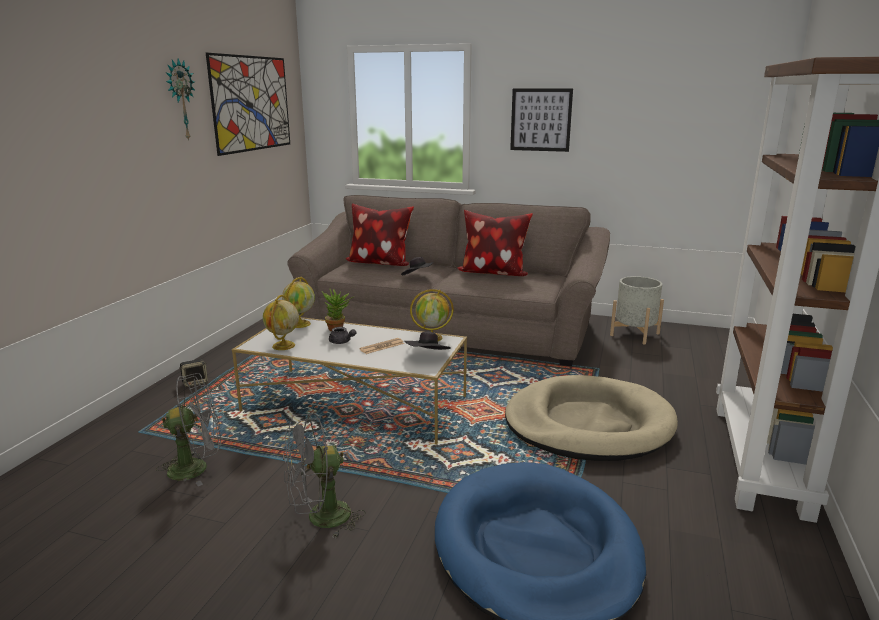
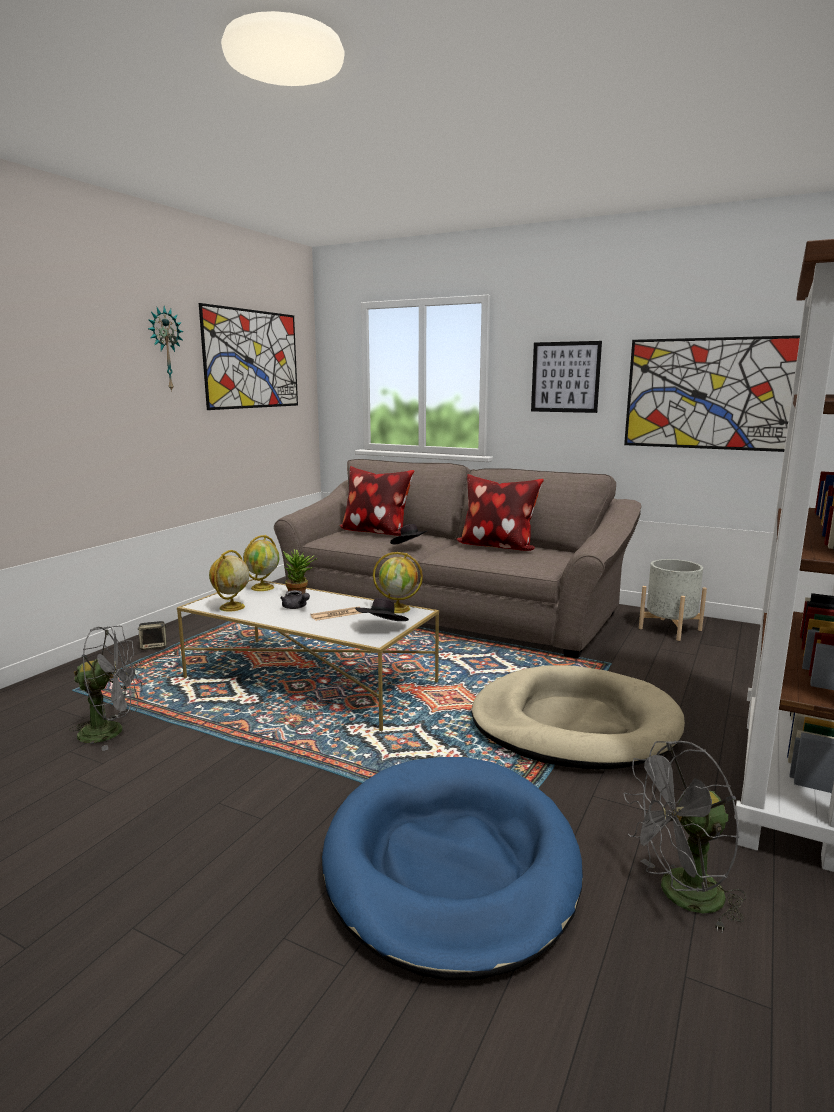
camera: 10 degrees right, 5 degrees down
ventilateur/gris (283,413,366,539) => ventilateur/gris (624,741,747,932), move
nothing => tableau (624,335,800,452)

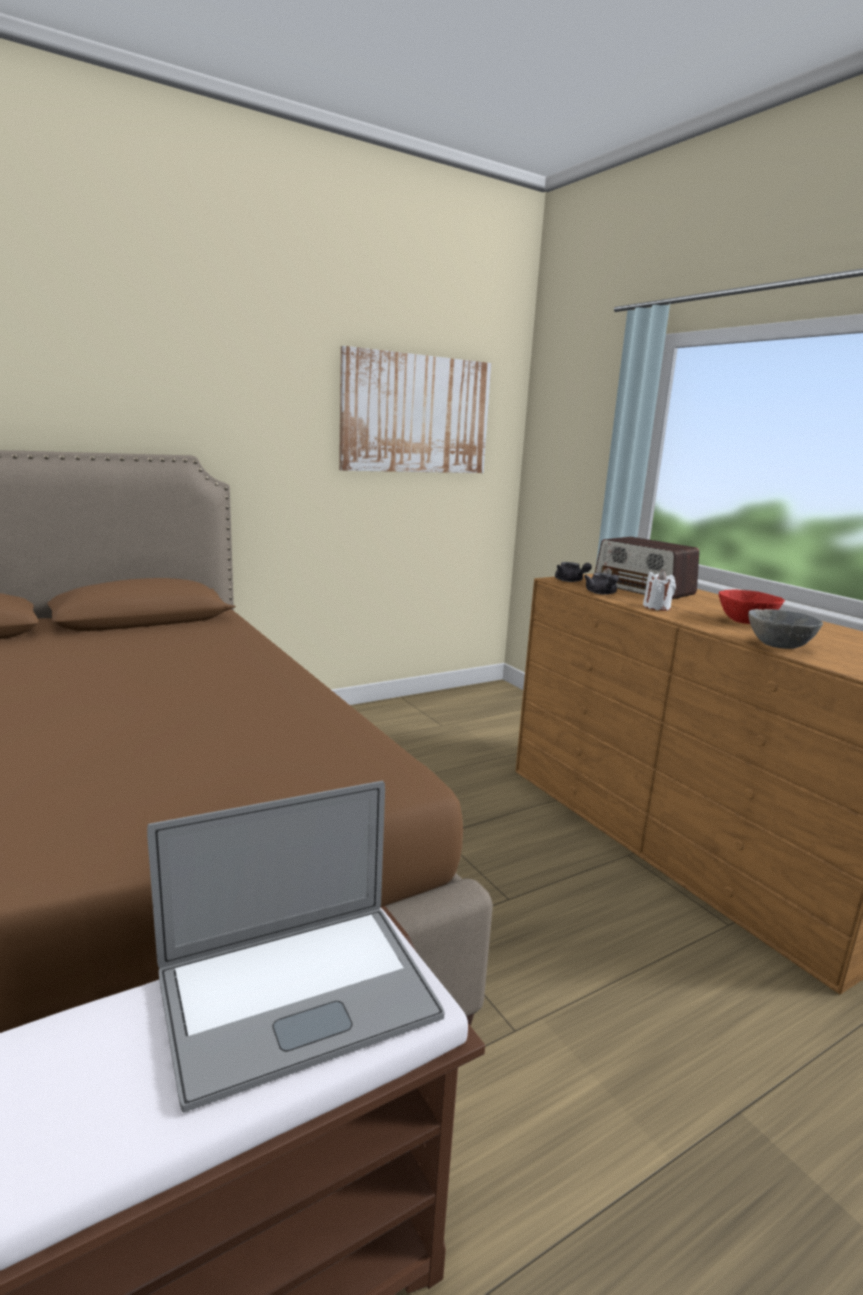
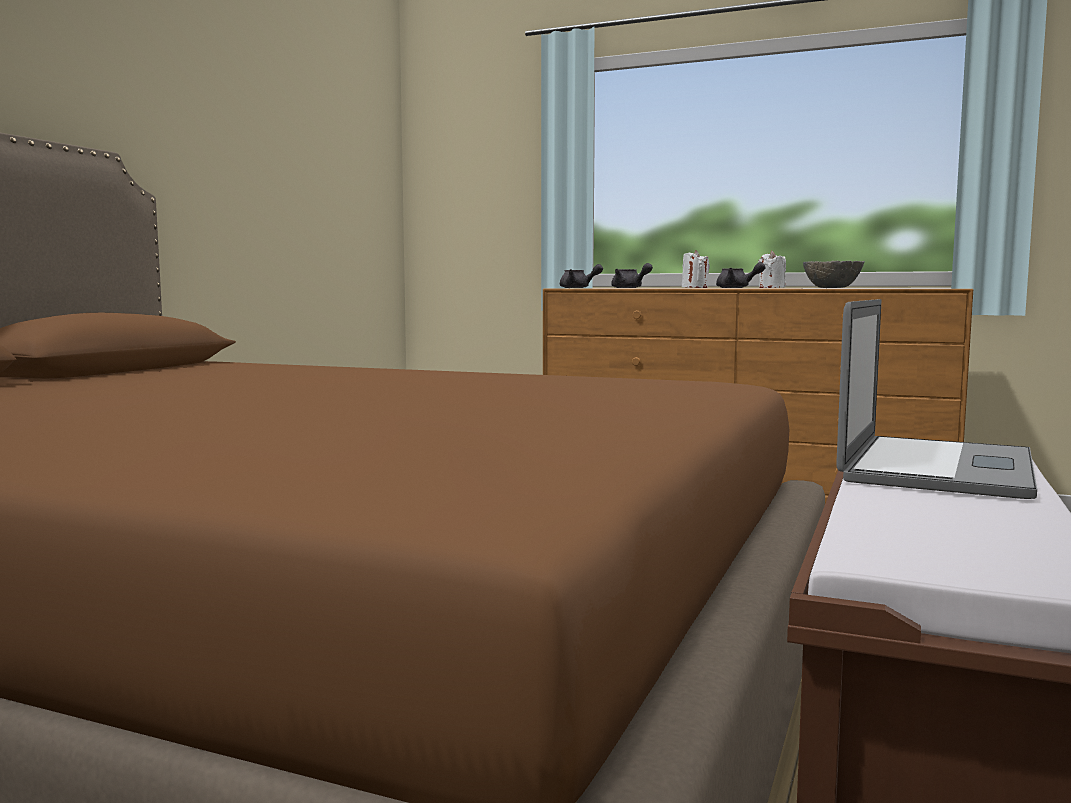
camera: 35 degrees left, 10 degrees down
tableau (339,346,491,473) => nothing
radio (595,537,699,599) => nothing
bol/rouge (719,590,784,624) => bougie/blanc (758,251,786,288)
nothing => théière/gris (716,262,765,288)

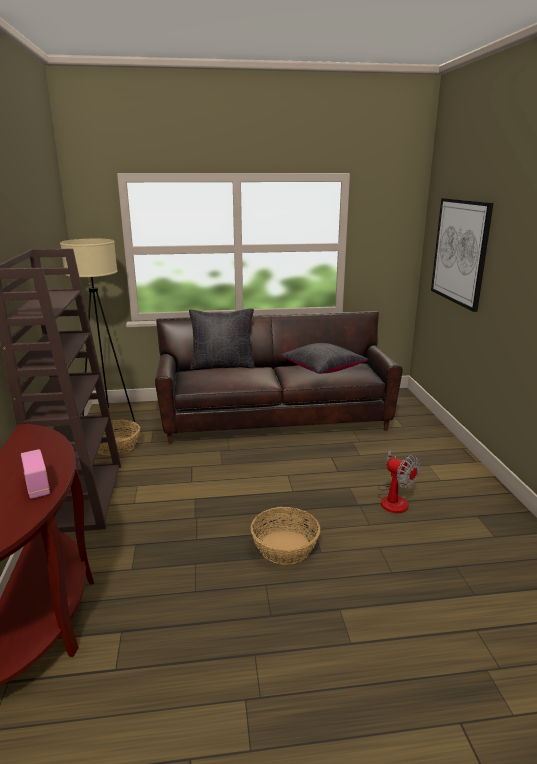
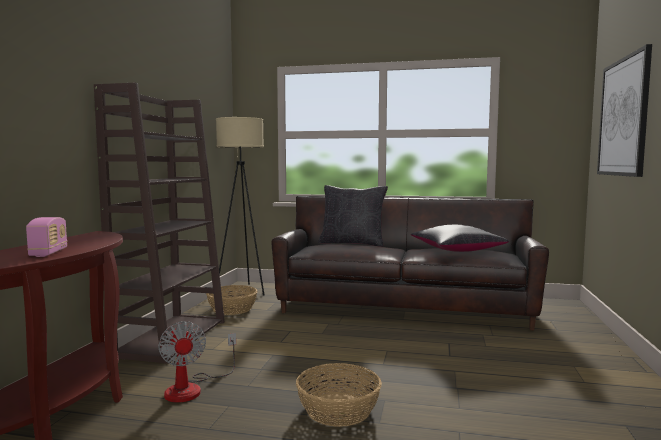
camera: 20 degrees right, 15 degrees down
ventilateur (377,450,420,513) => ventilateur (158,321,236,403), move

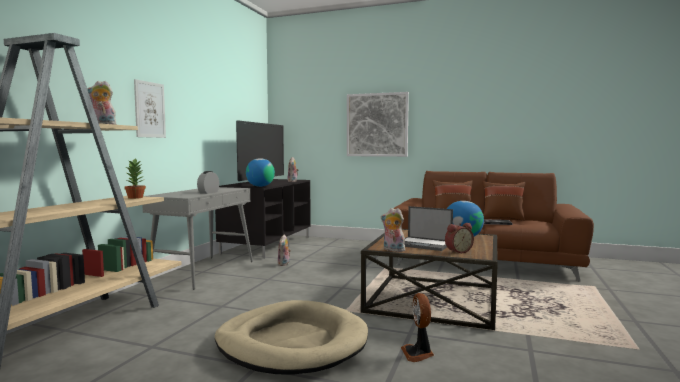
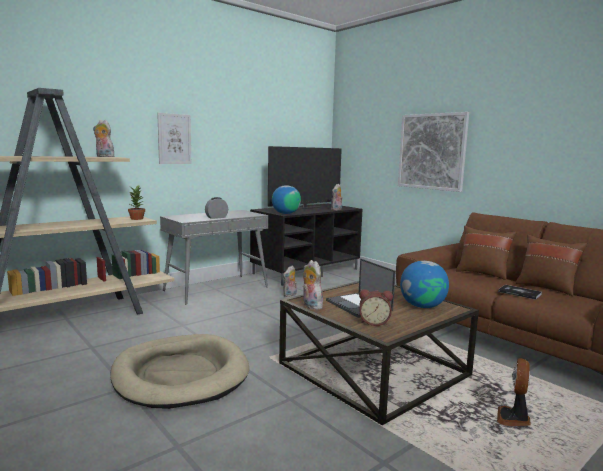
camera: 30 degrees right, 5 degrees up
ventilateur (401,293,434,362) => ventilateur (497,358,531,426), move

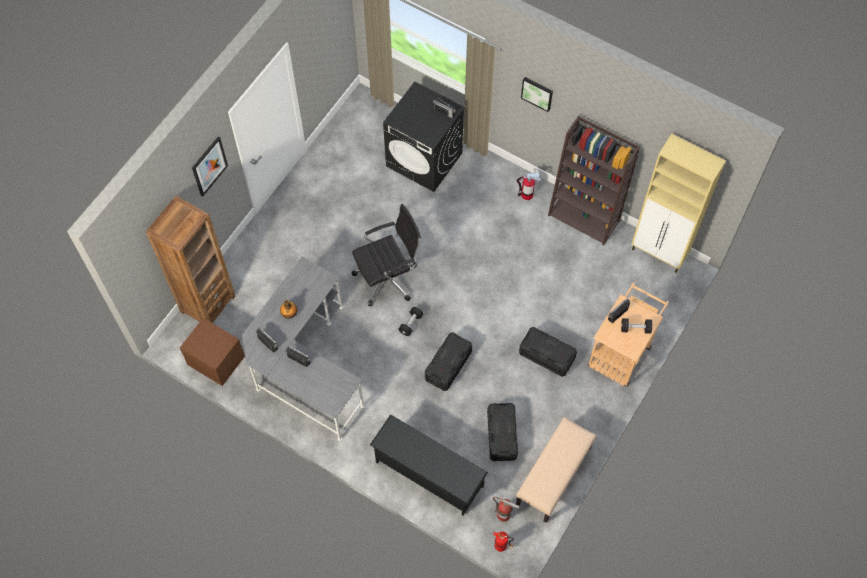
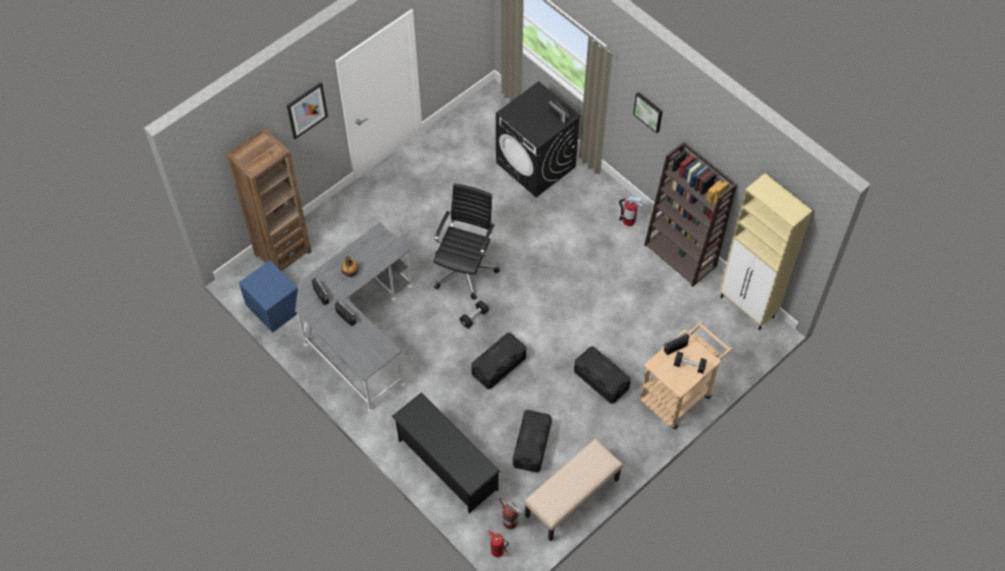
camera: 15 degrees right, 5 degrees down
table de chevet/marron (180,318,245,386) => table de chevet/bleu (239,260,298,333)
chaise de bureau/noir (352,204,421,306) => chaise de bureau/noir (433,184,500,300), 60 degrees counterclockwise

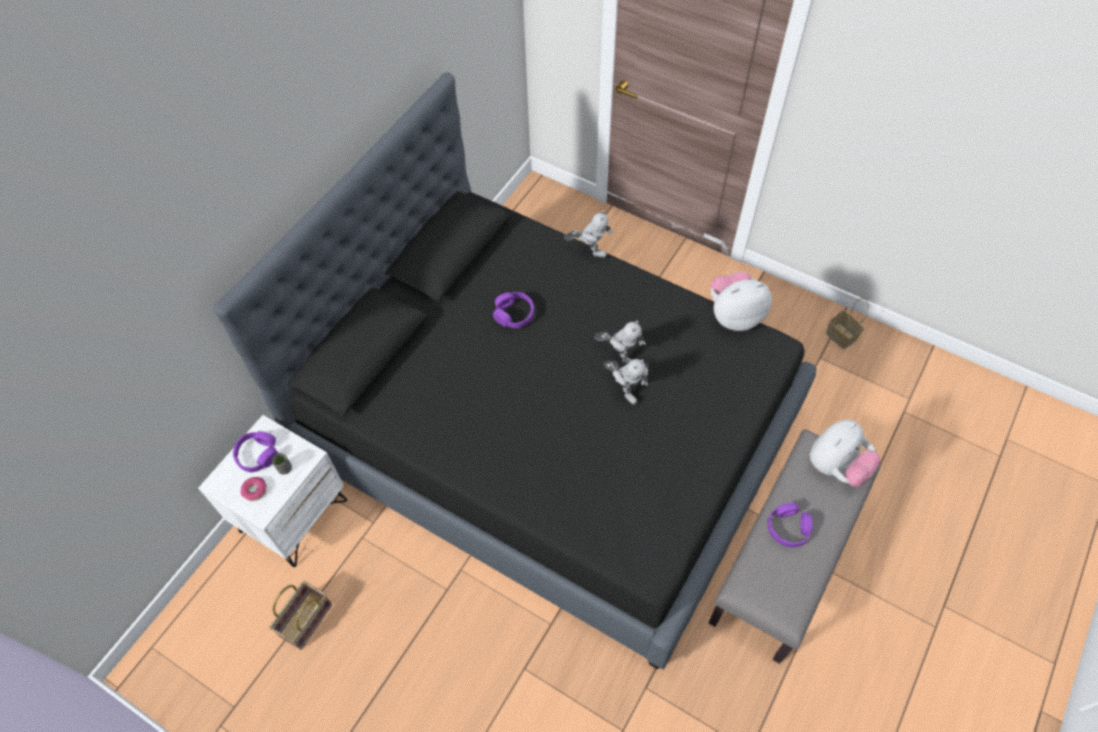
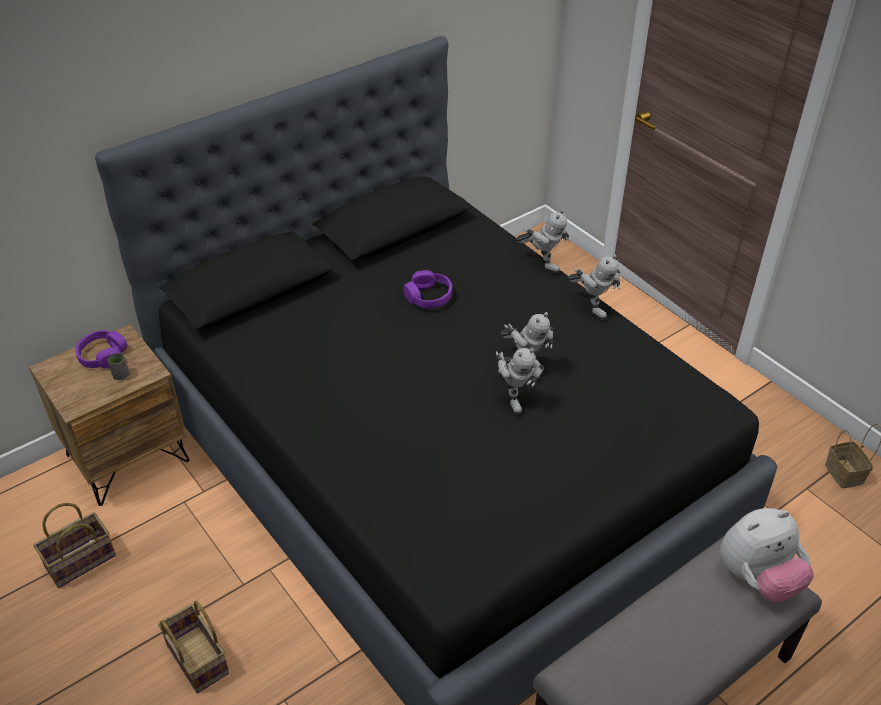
camera: 20 degrees right, 15 degrees down
table de chevet/blanc (198,415,347,567) => table de chevet/marron (29,324,190,506)
beignet (241,477,267,501) => nothing
peluche (711,271,772,331) => nothing
casque audio/violet (767,502,813,547) => nothing
nothing => panier (158,601,229,693)
nothing => robot jouet (568,254,620,320)

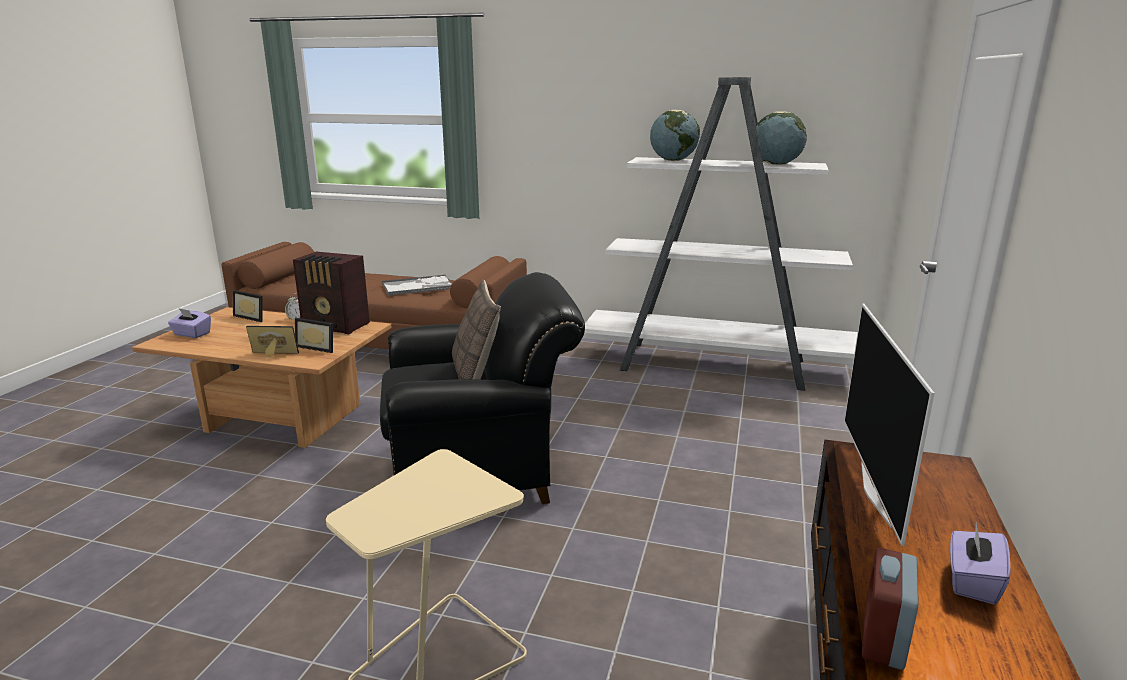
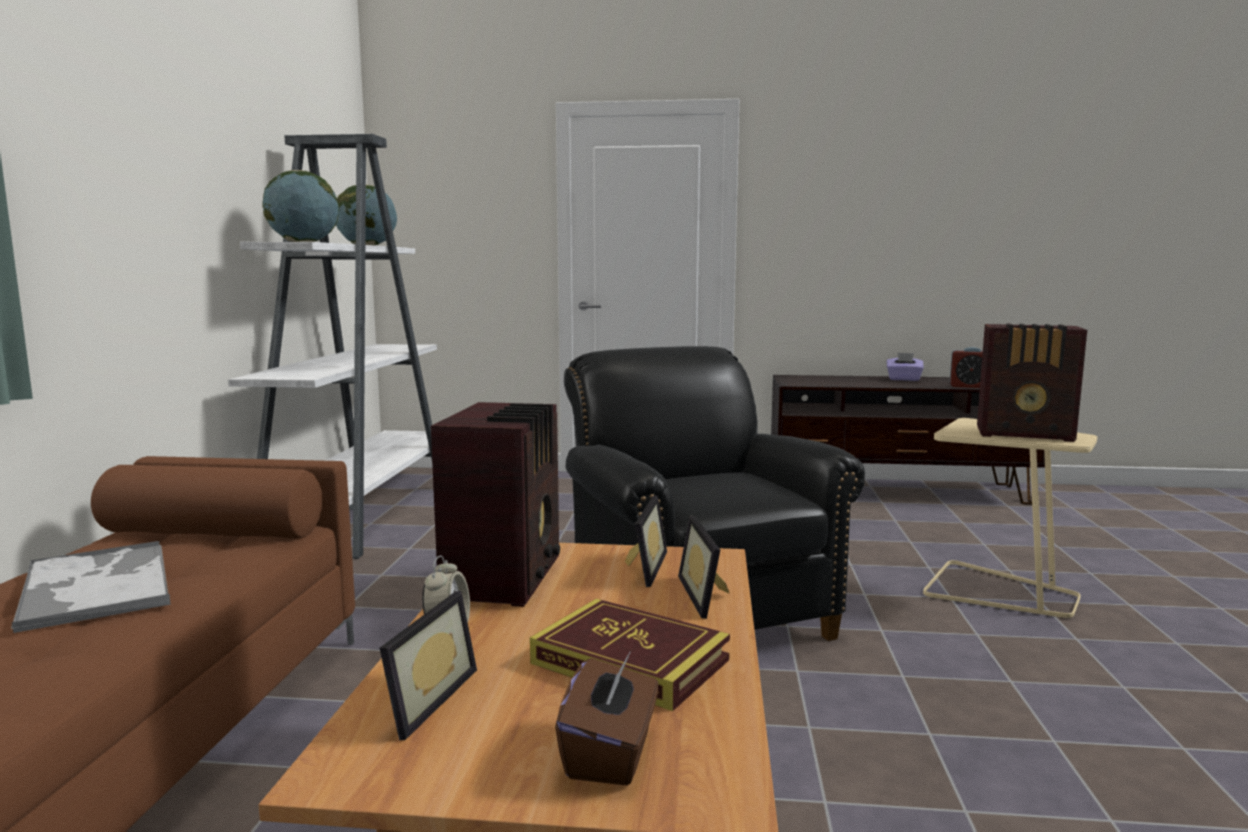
camera: 100 degrees left, 10 degrees down
boîte à mouchoirs/violet (168,308,211,338) => boîte à mouchoirs/marron (555,651,658,786)
coussin (452,279,501,380) => nothing
téléviseur (844,304,935,546) => nothing
nothing => livre (530,599,730,711)
nothing => radio (977,323,1087,442)

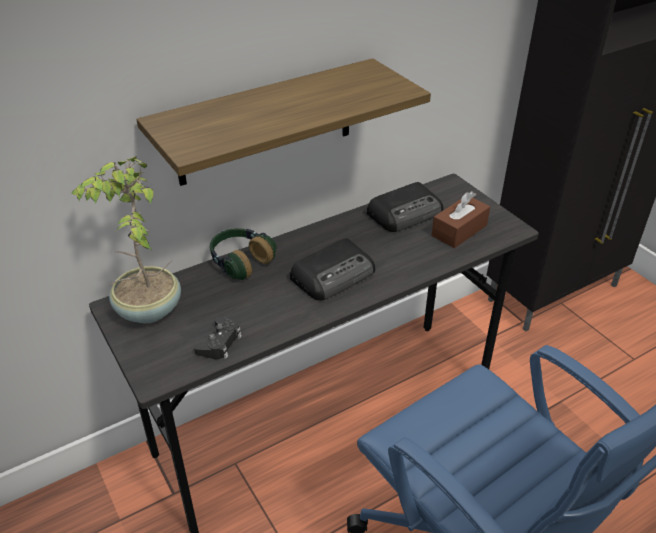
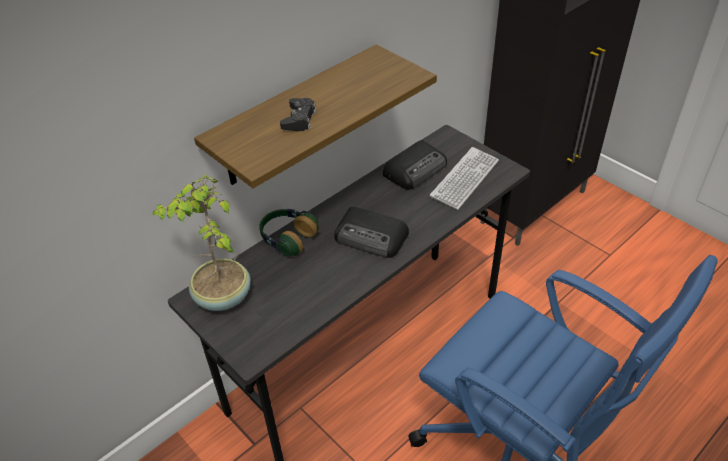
camera: 10 degrees left, 5 degrees up
manette/noir (194,316,242,359) => manette/noir (280,98,317,131), move
radio (290,238,375,300) => radio (334,207,409,258), 75 degrees clockwise
boîte à mouchoirs/marron (432,191,490,248) => clavier (430,147,499,210)

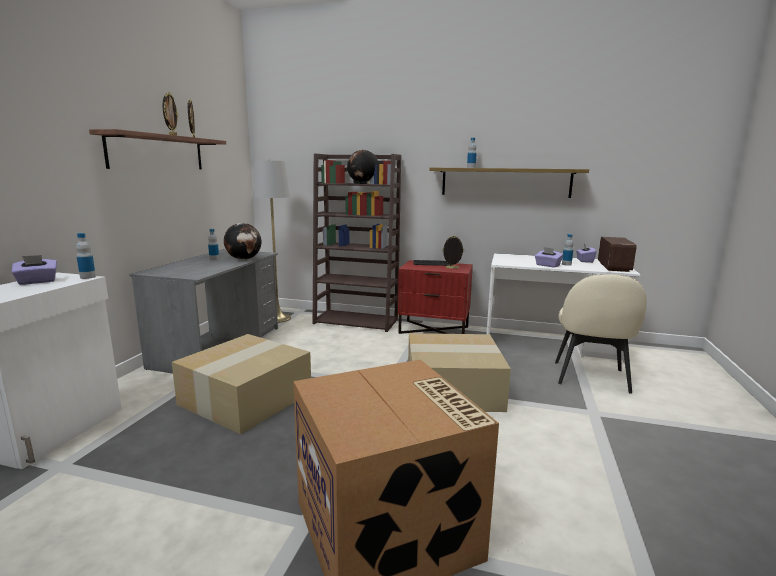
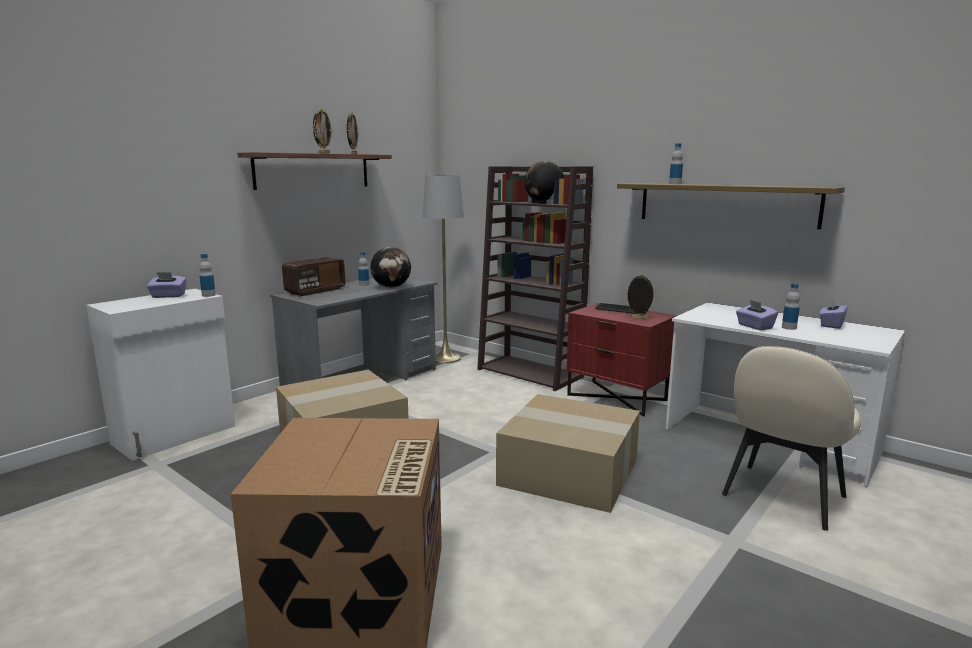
camera: 25 degrees right, 0 degrees up
radio (598,237,637,272) => radio (282,257,345,296), move

